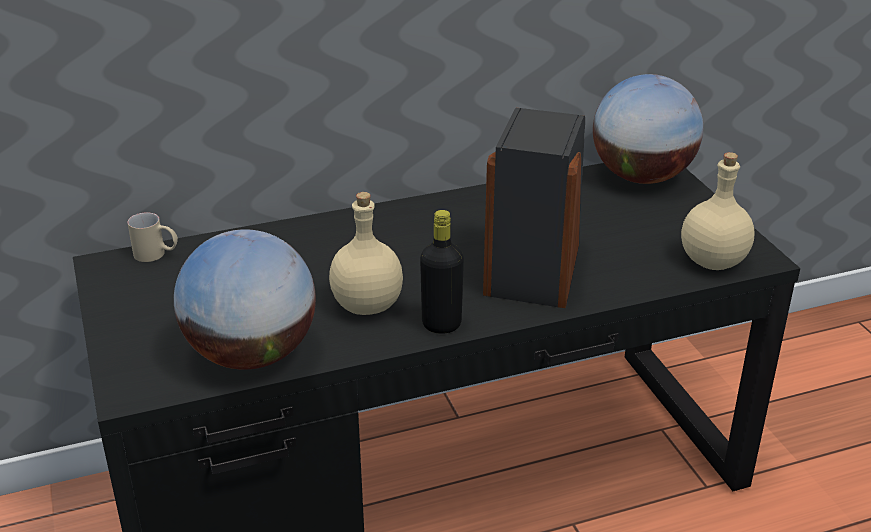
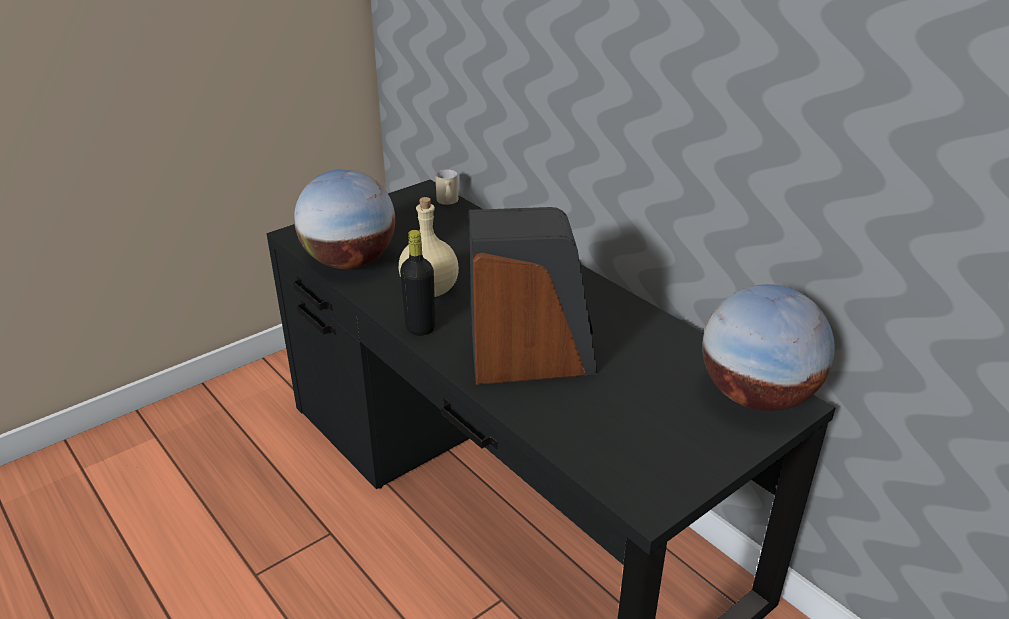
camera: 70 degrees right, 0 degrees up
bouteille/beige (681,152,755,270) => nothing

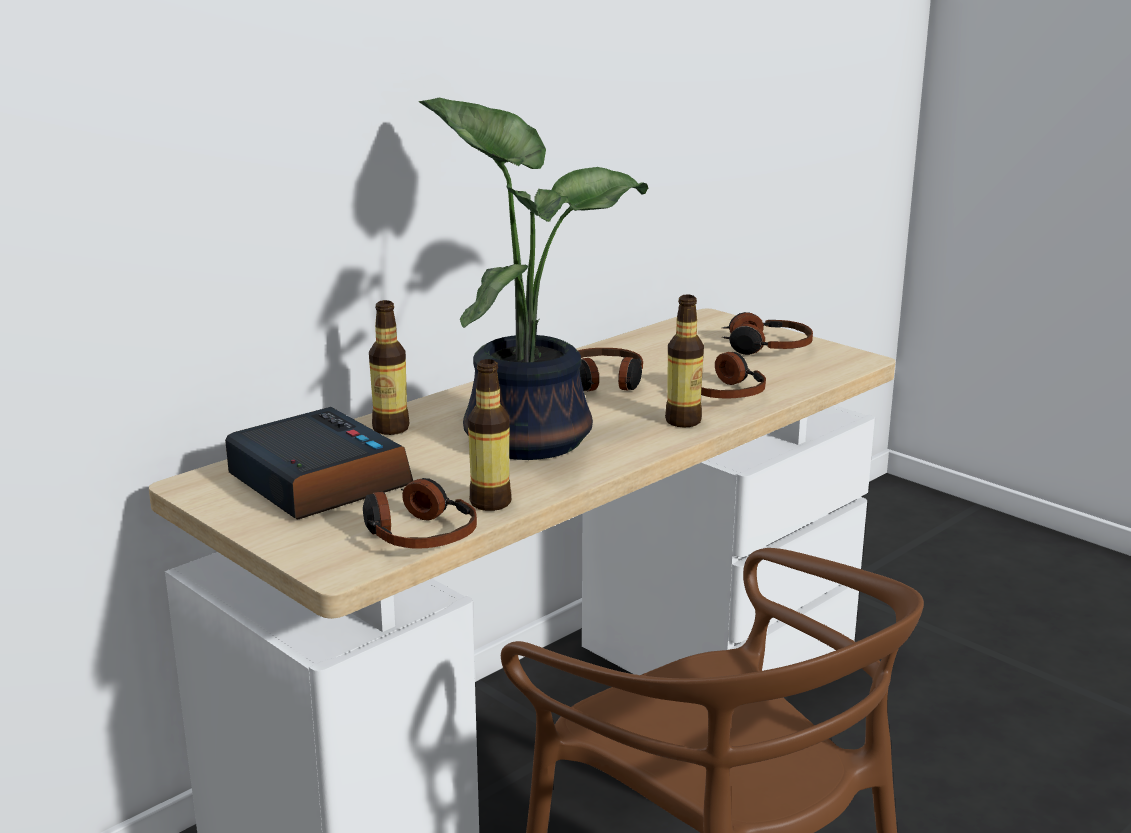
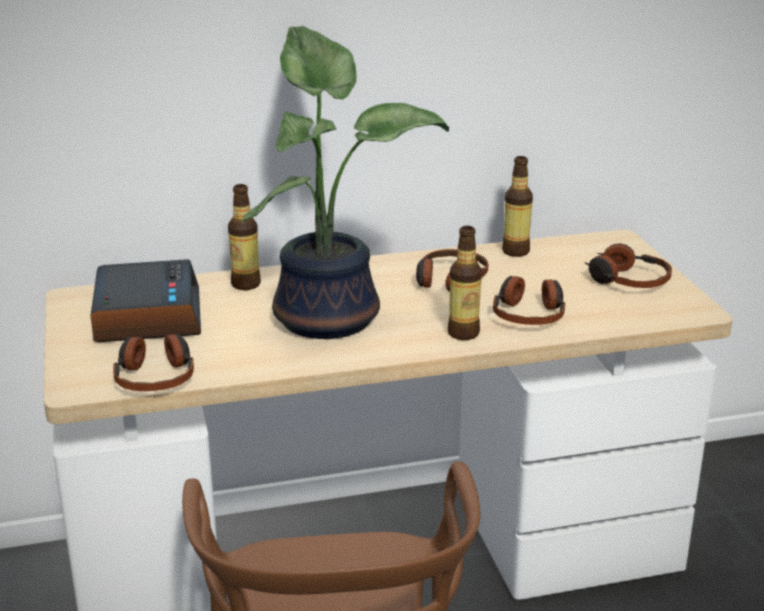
camera: 30 degrees right, 5 degrees up
bouteille (468,359,511,511) => bouteille (502,156,533,257), move

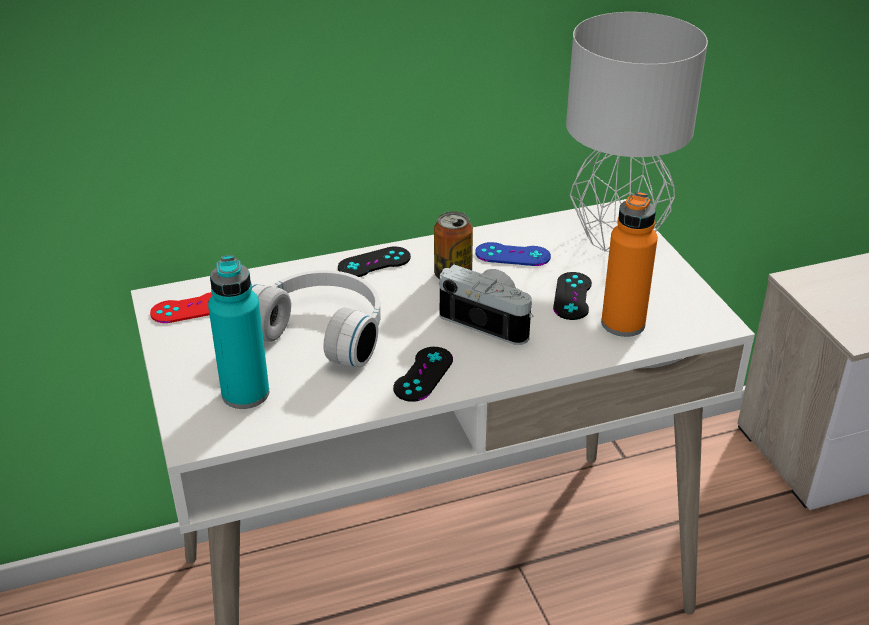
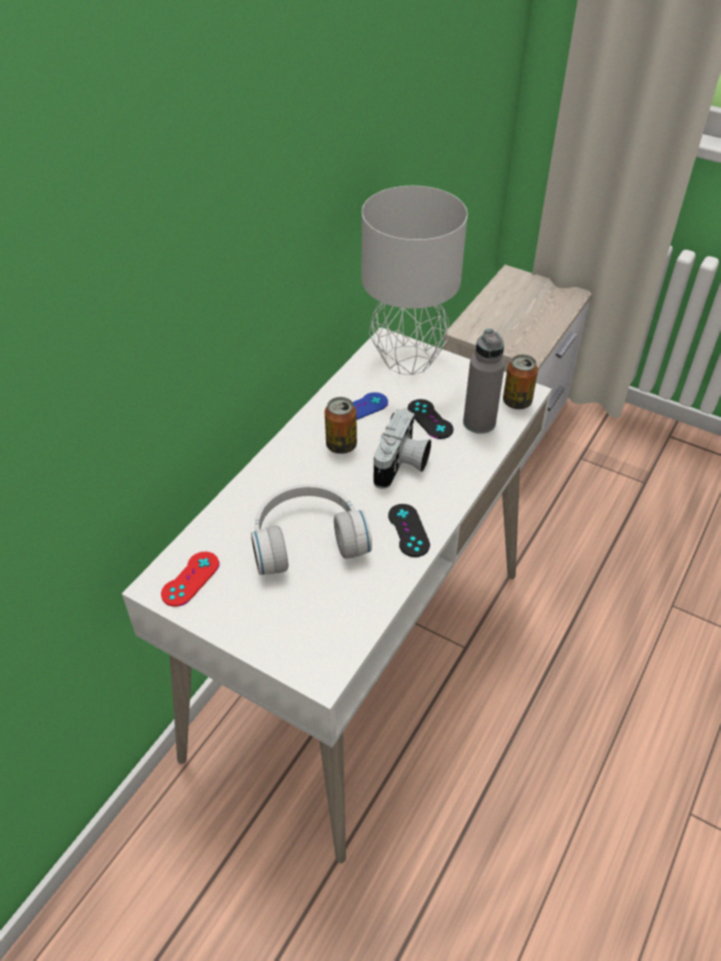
camera: 40 degrees left, 10 degrees up
bouteille/turquoise (208,255,269,409) => nothing
manette/noir (338,247,411,277) => nothing
appareil photo (438,265,533,345) => appareil photo (373,409,431,489), 120 degrees clockwise
bouteille/orange (601,191,658,337) => bouteille/gris (463,329,505,434)
nothing => boîte métallique (503,354,538,409)

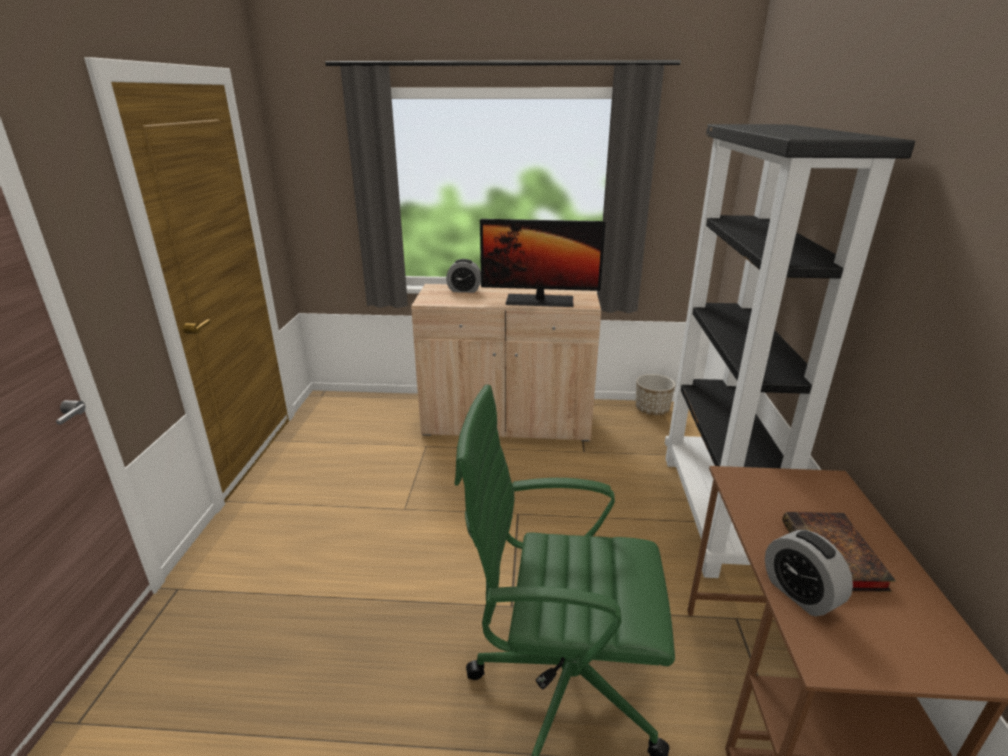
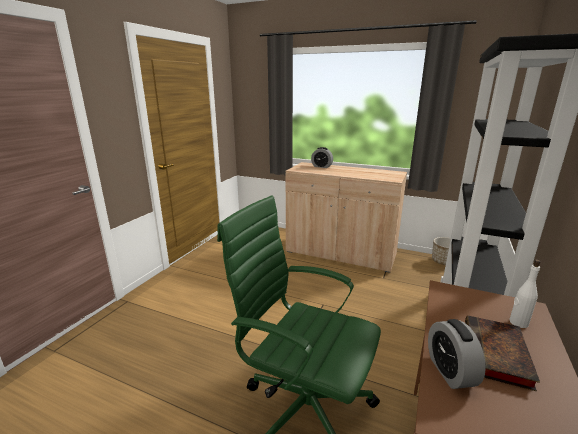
camera: 20 degrees right, 5 degrees down
écran d'ordinateur (480,219,606,307) => nothing
nothing => bouteille/blanc (509,259,541,328)

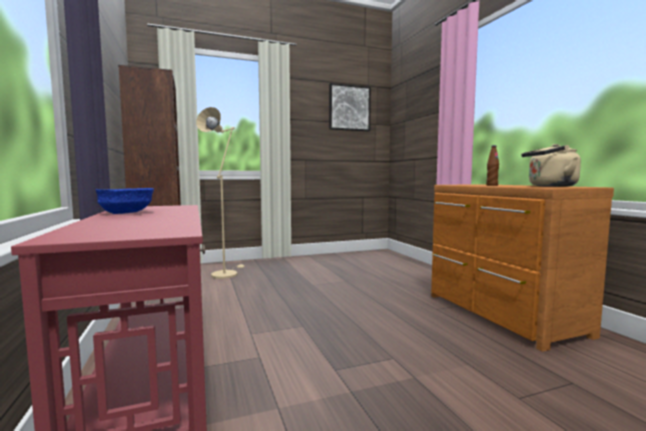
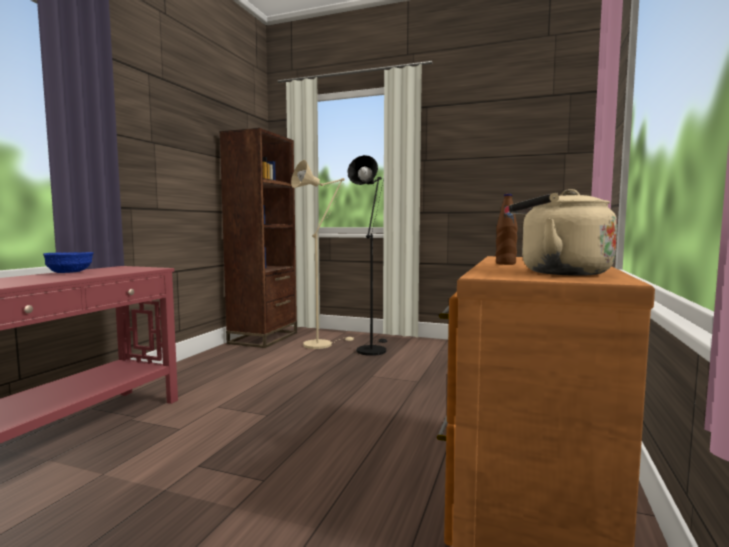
camera: 40 degrees right, 0 degrees up
tableau (329,83,371,131) => nothing
nothing => lampadaire/noir (347,155,387,356)

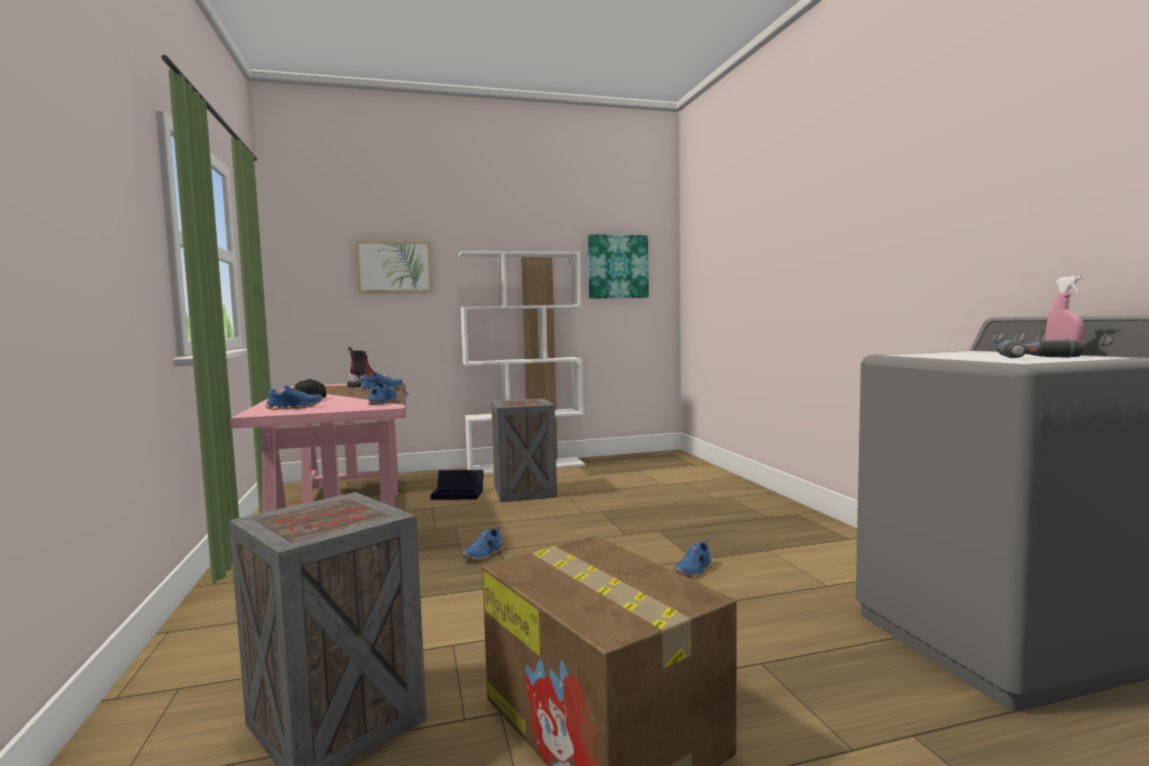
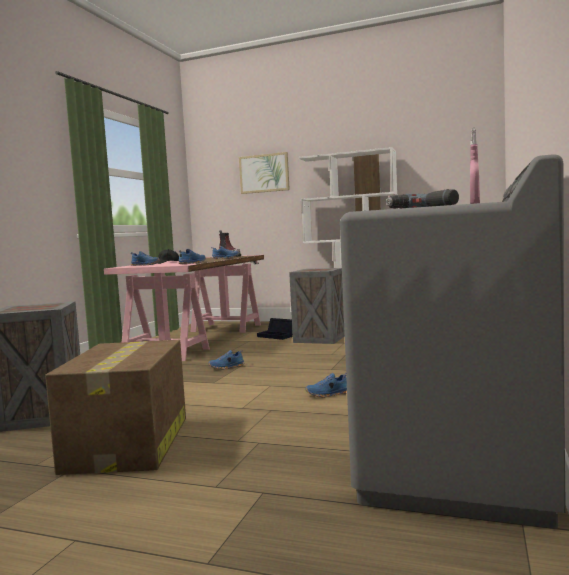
camera: 35 degrees right, 0 degrees up
tableau (588,234,649,299) => nothing

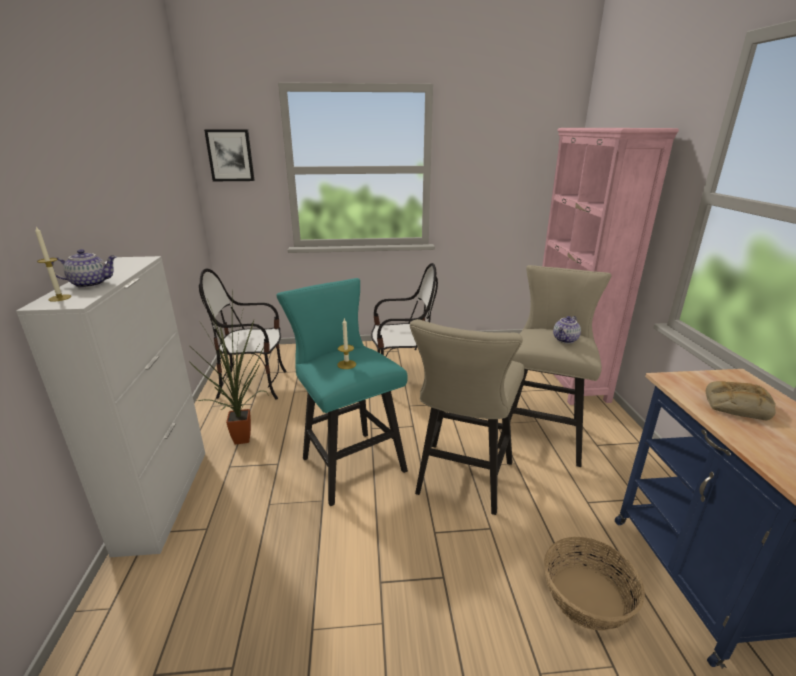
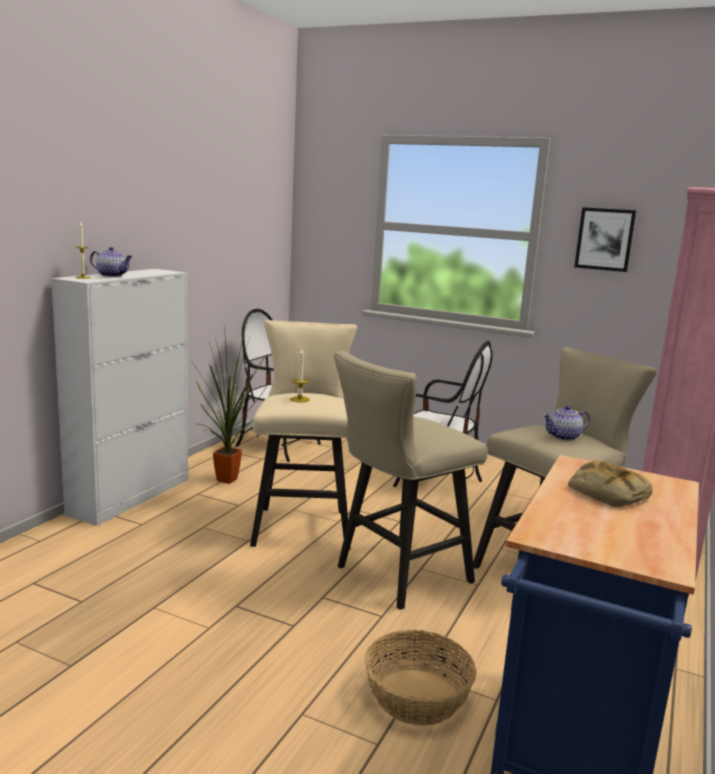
camera: 30 degrees right, 10 degrees down
tableau (204,129,255,181) => tableau (574,207,637,272), move
tabouret/turquoise (276,278,408,506) => tabouret/beige (250,320,357,550)

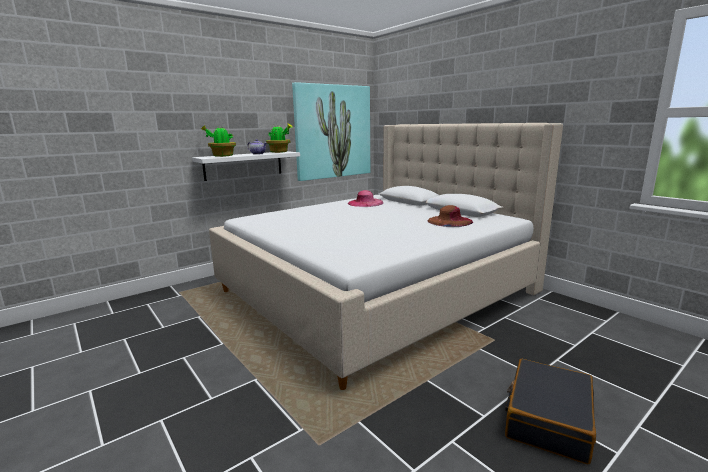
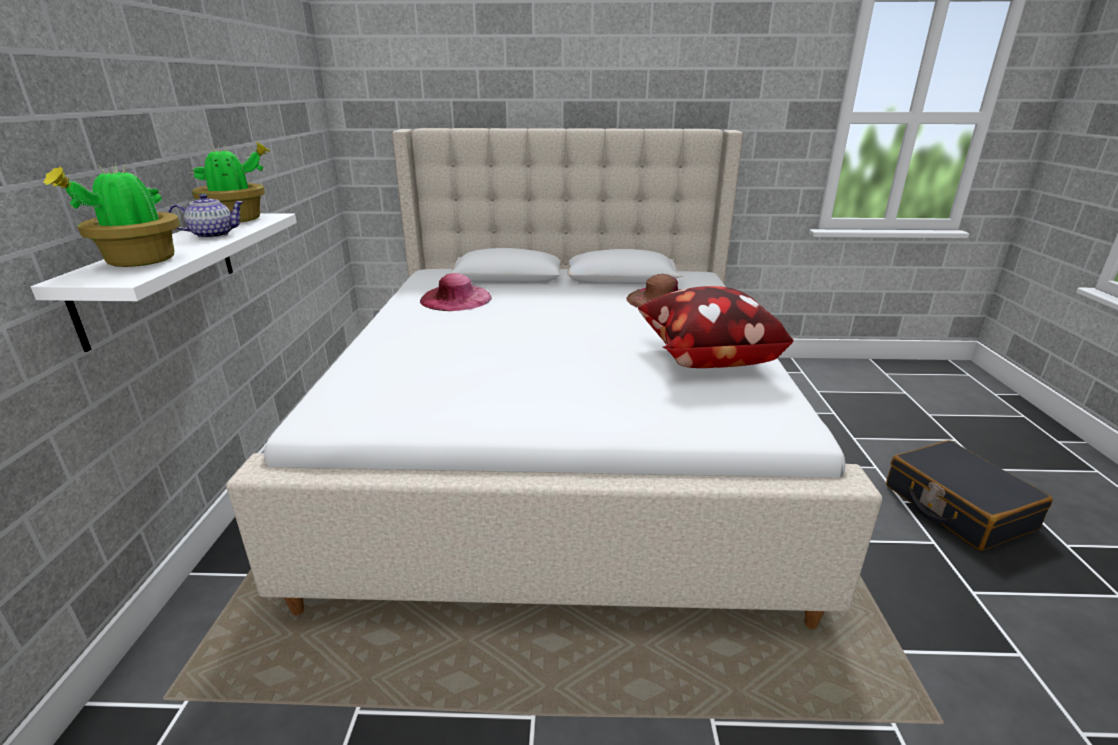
camera: 50 degrees left, 10 degrees up
tableau (292,82,370,181) => nothing
nothing => coussin (638,286,794,368)

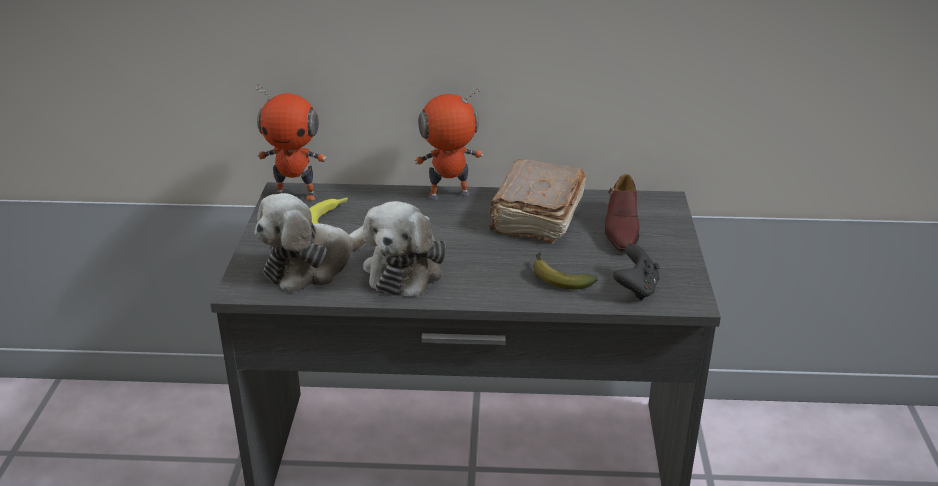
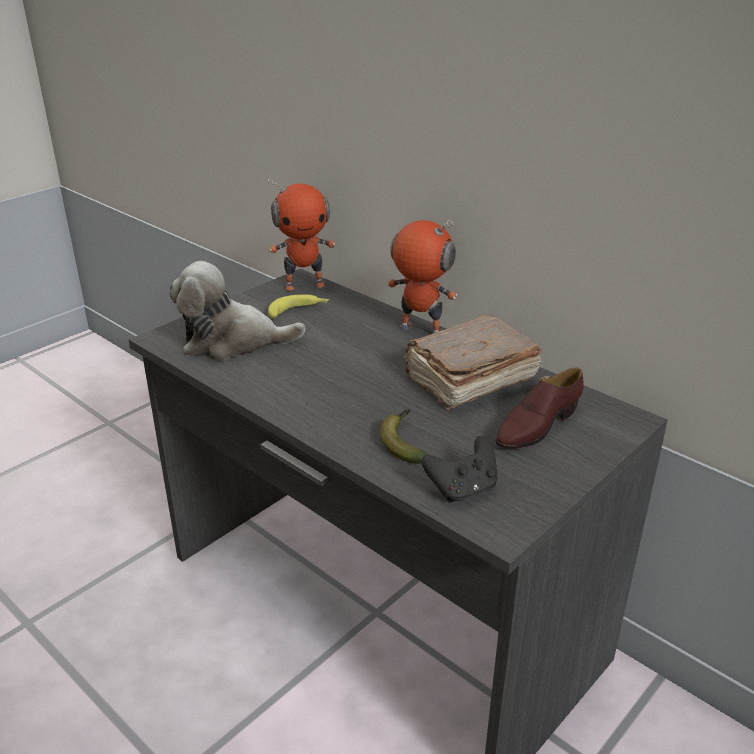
camera: 40 degrees right, 0 degrees up
robot jouet (256,83,327,201) => robot jouet (268,176,335,291), 60 degrees counterclockwise
peluche (363,201,446,297) => nothing

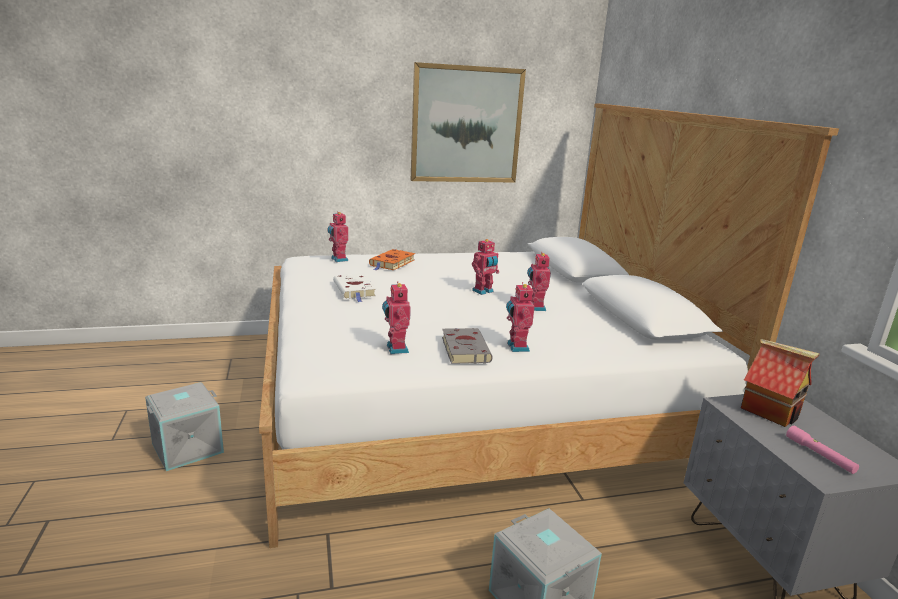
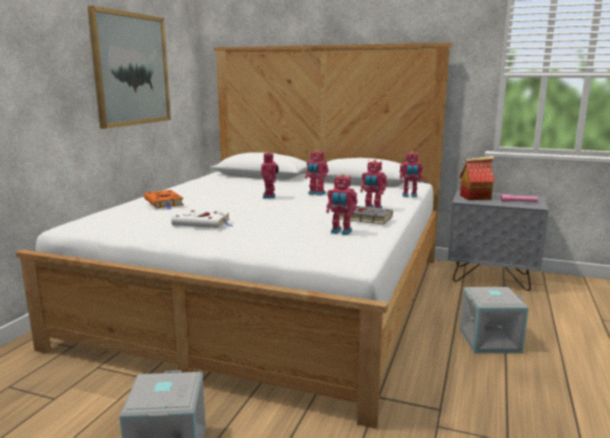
camera: 55 degrees left, 5 degrees down
robot jouet (328,211,348,262) => robot jouet (400,151,423,198), move

